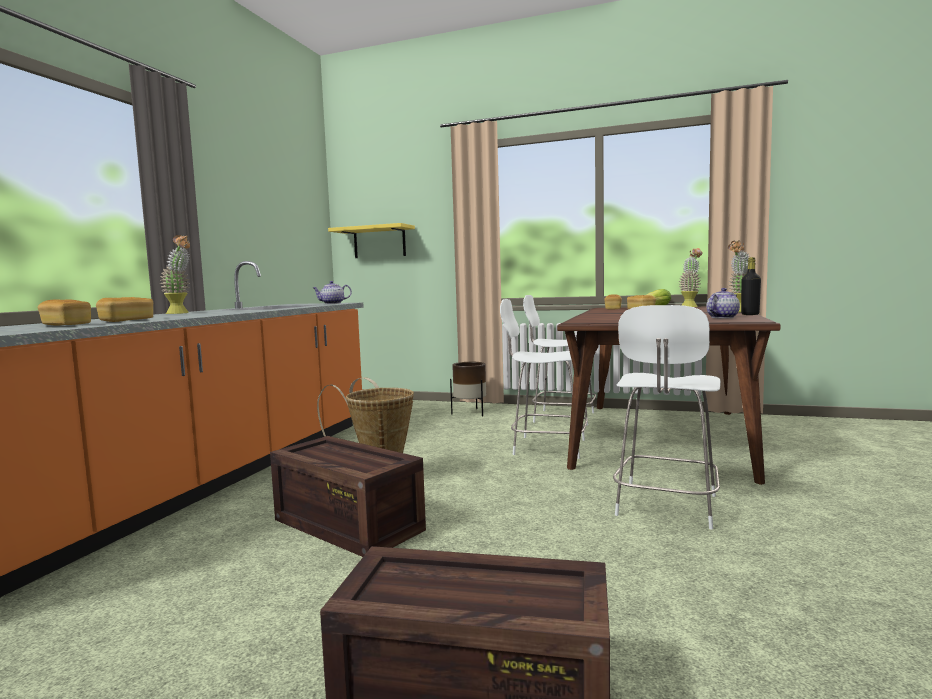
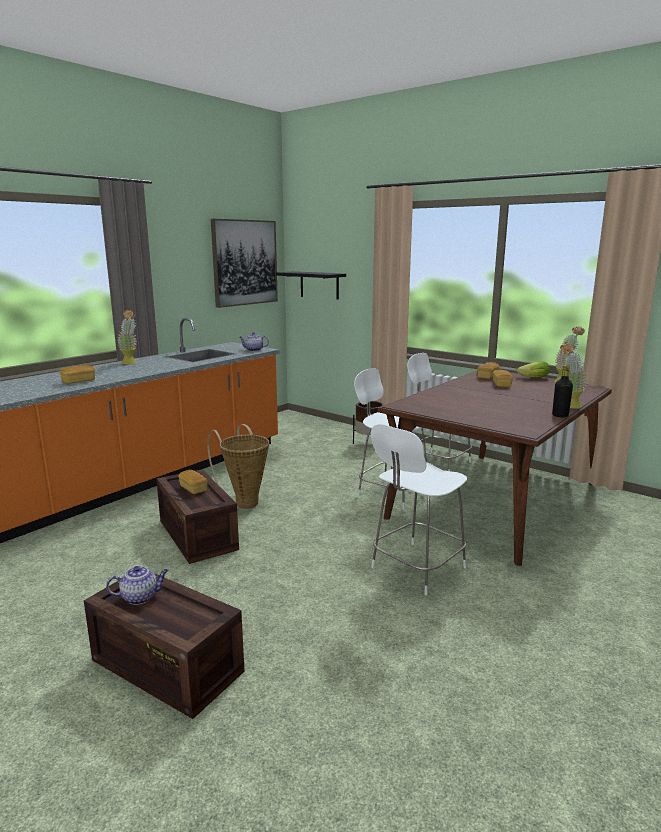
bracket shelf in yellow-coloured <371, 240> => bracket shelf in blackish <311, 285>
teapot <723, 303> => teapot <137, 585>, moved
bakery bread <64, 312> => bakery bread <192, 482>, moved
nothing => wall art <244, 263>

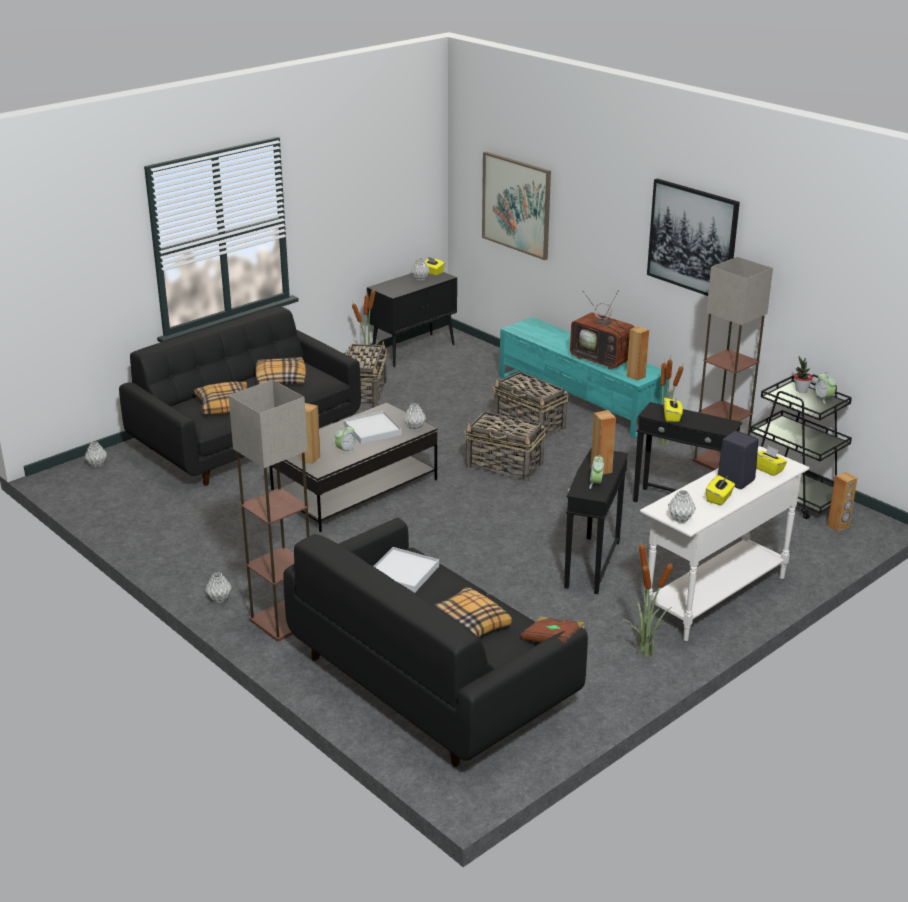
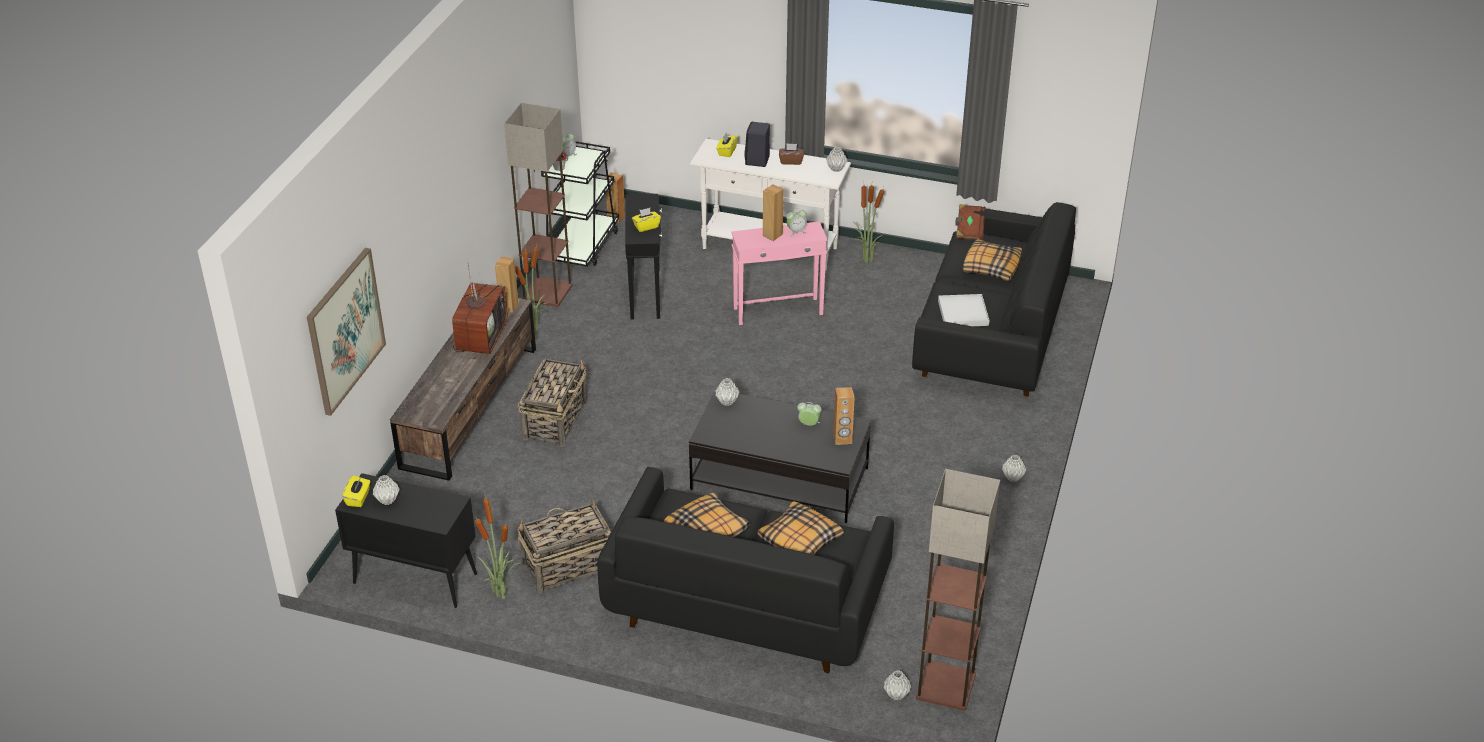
wall art <693, 237> => nothing
tv unit in turquoise-coloured <584, 377> => tv unit in brownish <463, 389>
floor lamp <268, 511> => floor lamp <958, 590>, moved
tray in white <372, 427> => nothing
household basket <505, 446> => nothing
end table in blackish <596, 520> => end table in pink <779, 273>
tissue box in yellow-coloured <720, 490> => tissue box in brownish <791, 154>

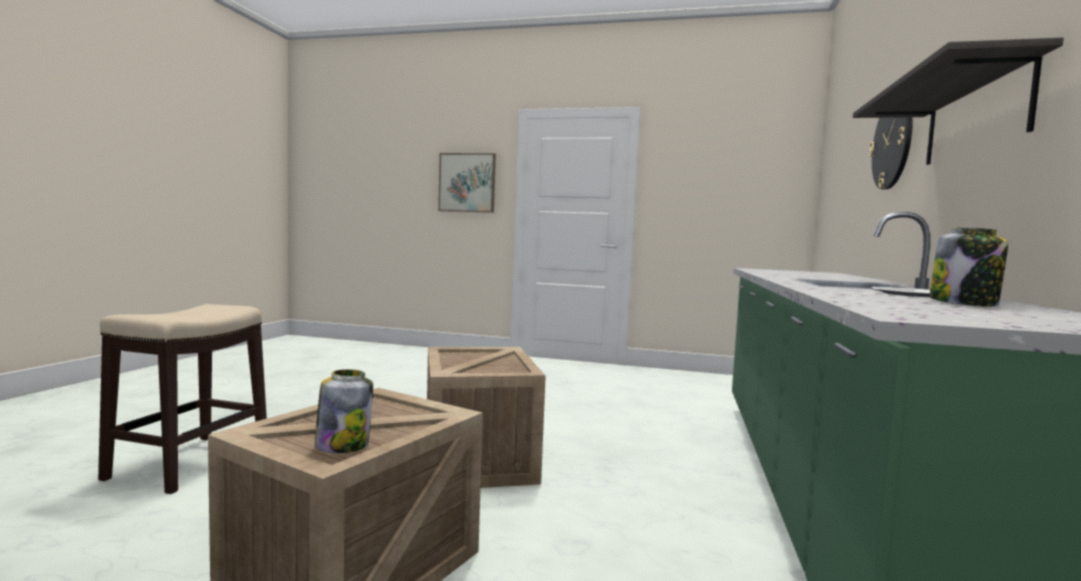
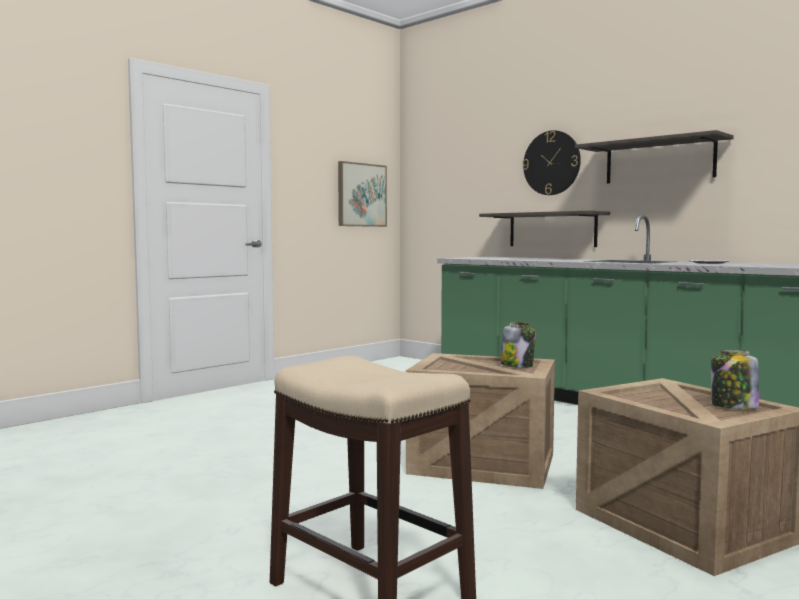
wall art <467, 183> => wall art <362, 194>, moved
storage jar <968, 267> => storage jar <518, 345>, moved
nothing => bracket shelf <544, 229>

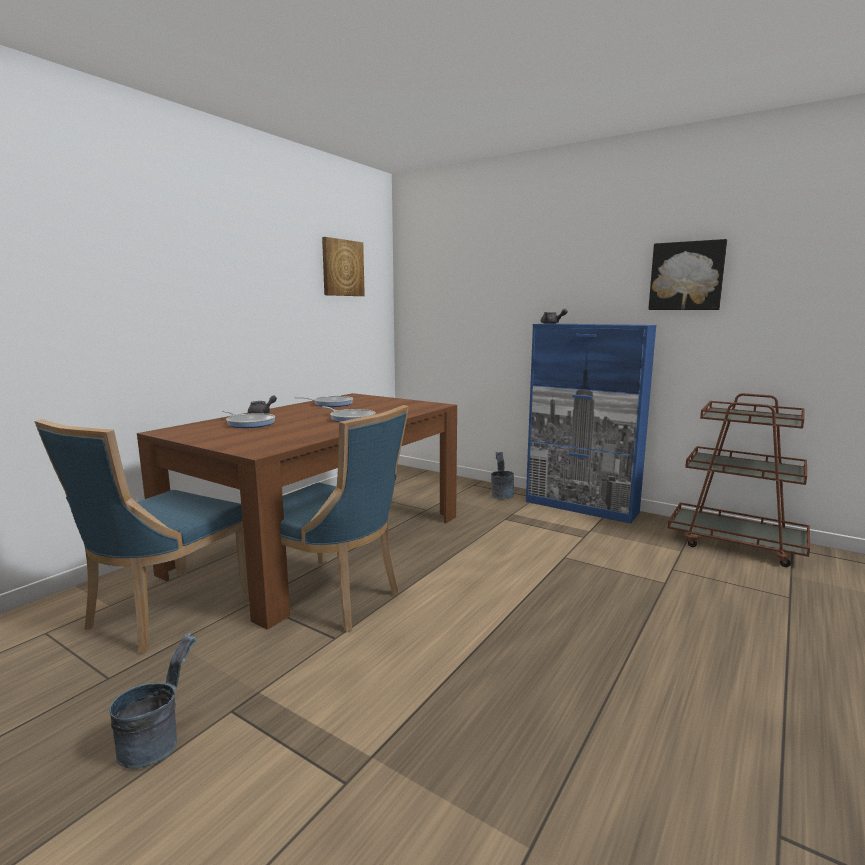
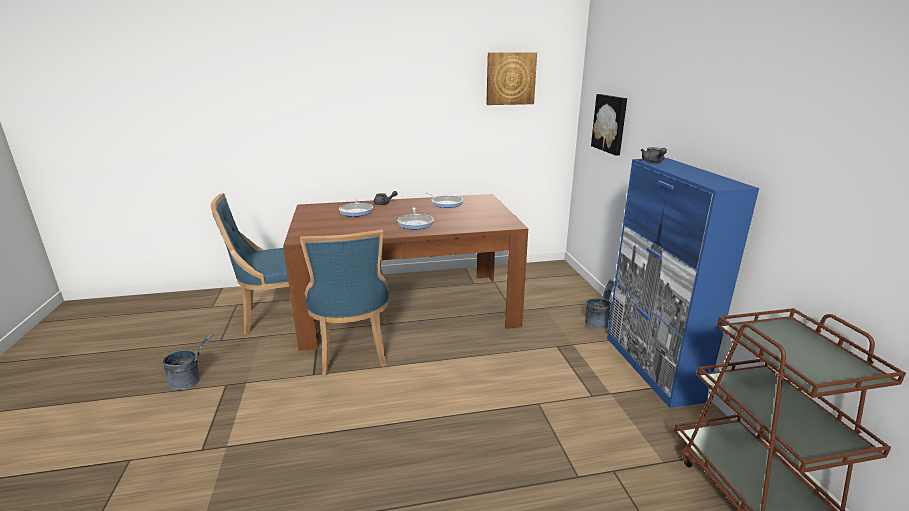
wall art <687, 274> => wall art <609, 124>, moved

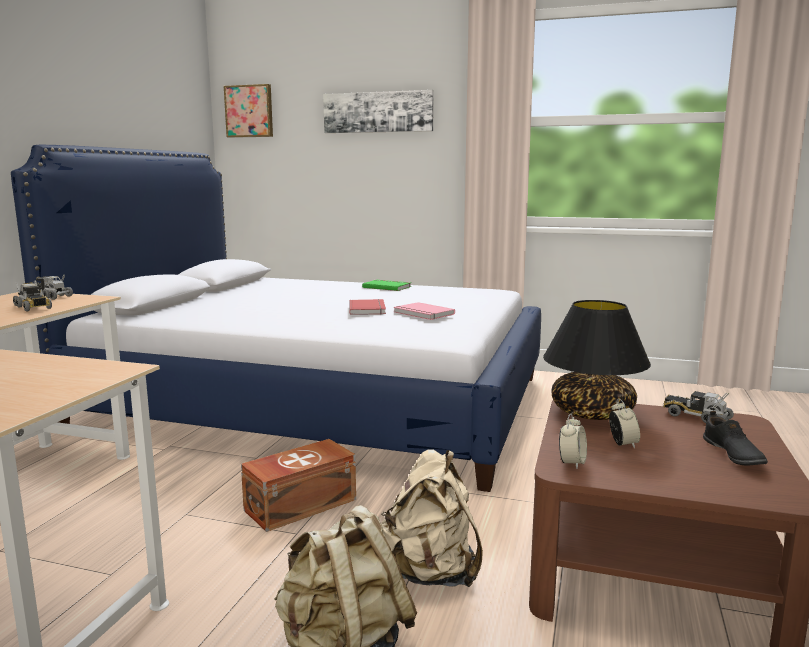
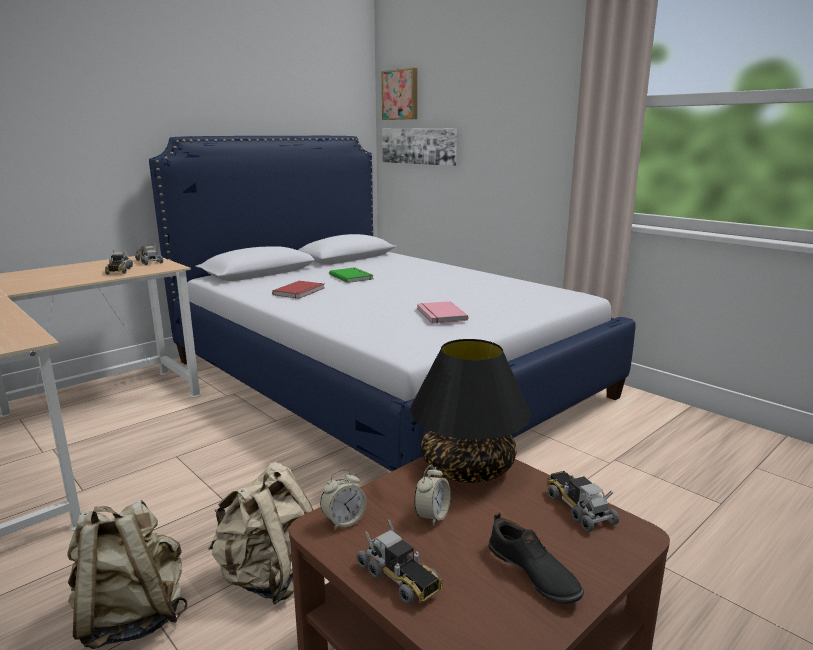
wall art <378, 111> => wall art <419, 147>, moved
bound book in greenish <386, 285> => bound book in greenish <351, 275>, moved
bound book in reddish <367, 307> => bound book in reddish <298, 290>, moved
low shoe in blackish <735, 438> => low shoe in blackish <536, 557>, 60 degrees counterclockwise
storage bin in brownish <298, 485> => nothing
nothing => model truck <399, 561>

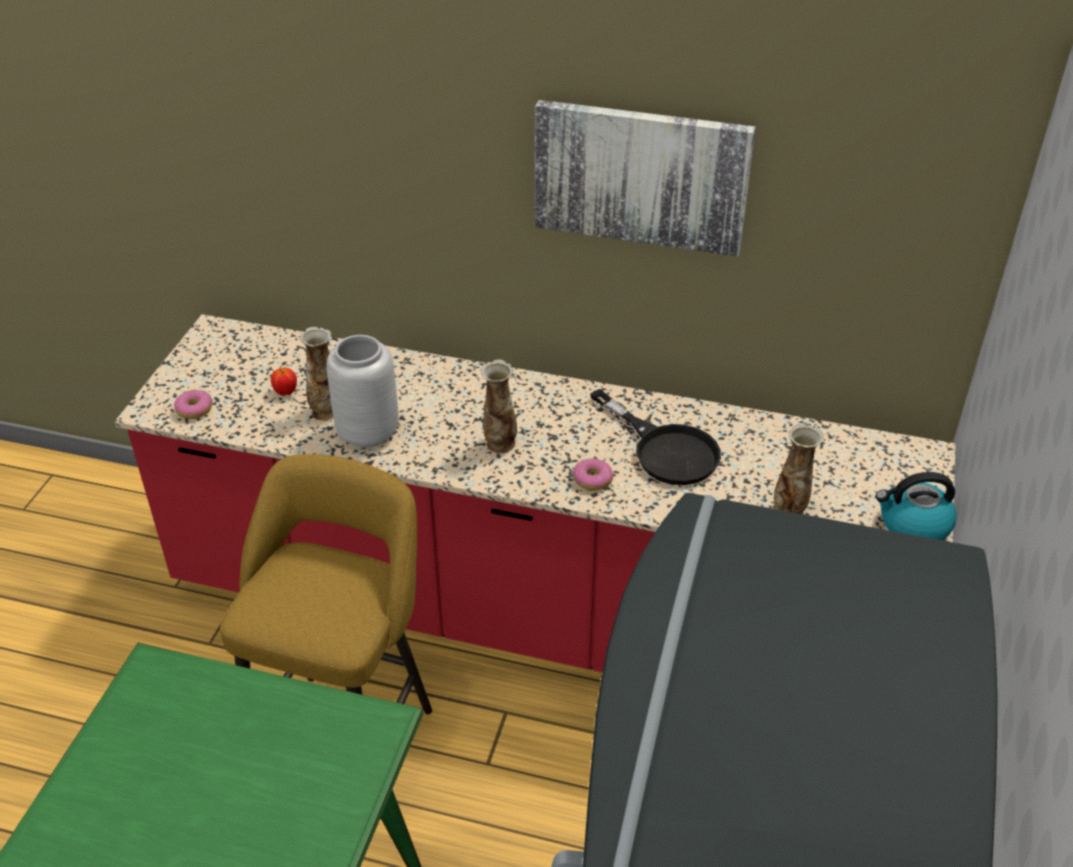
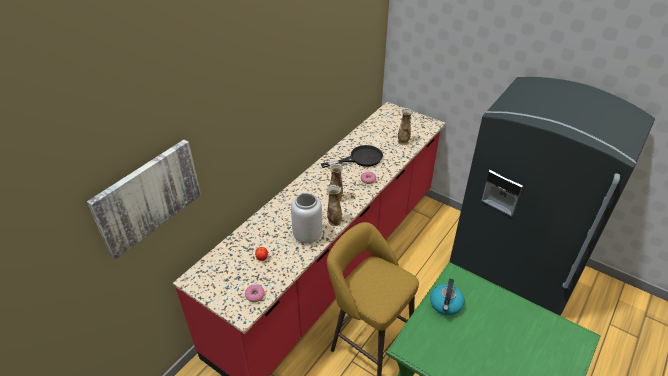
wall art <645, 178> => wall art <144, 199>, moved
decorative vase <316, 374> => decorative vase <334, 205>, moved
tea kettle <916, 506> => tea kettle <447, 297>, moved

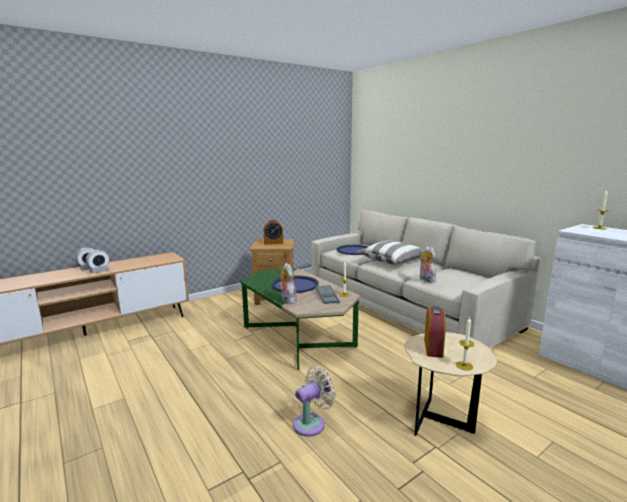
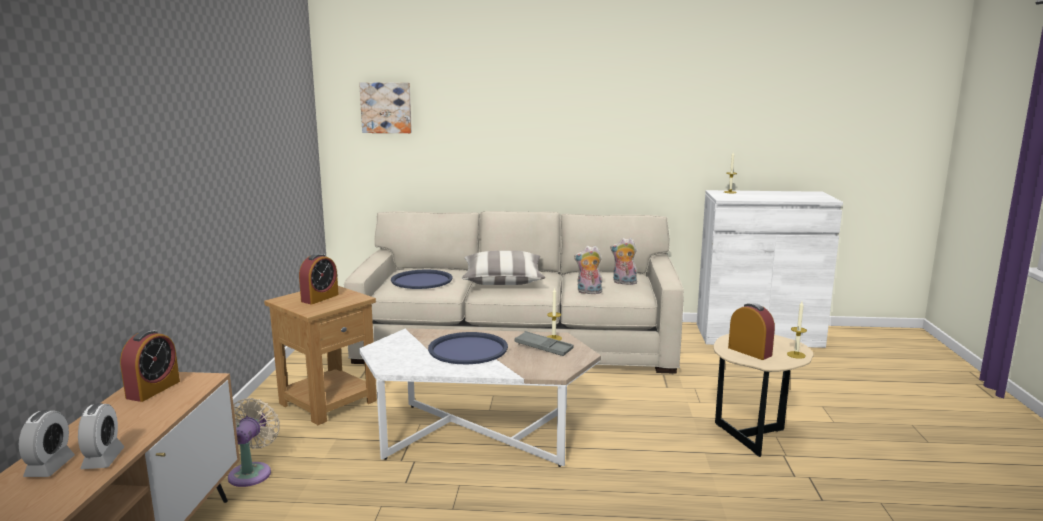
cuddly toy <288, 283> => cuddly toy <623, 261>, moved
low table in greenish <300, 319> => low table in white <480, 397>
electric fan in beige-coloured <314, 401> => electric fan in beige-coloured <254, 442>, moved
nothing => wall art <385, 107>
nothing => alarm clock <150, 366>

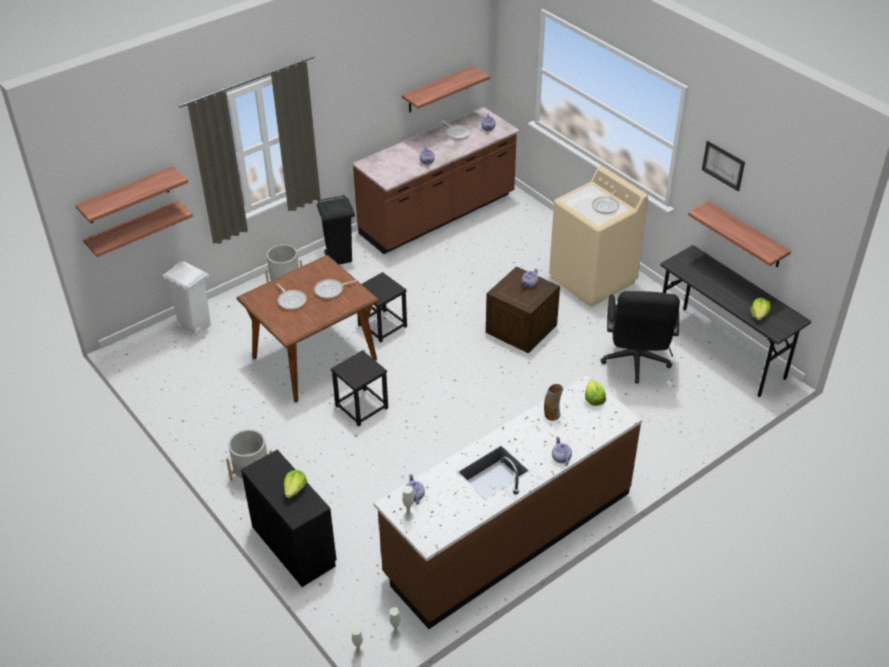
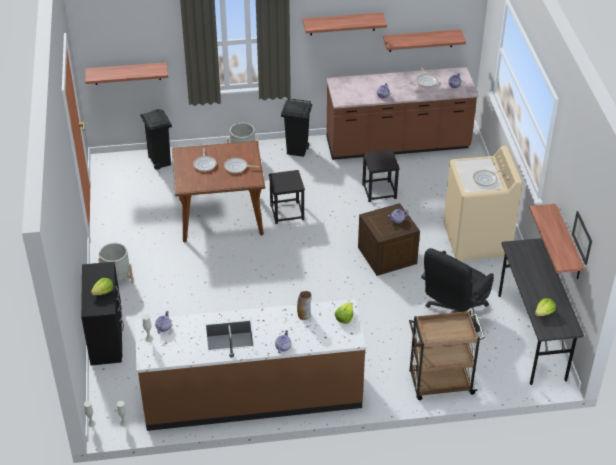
wall art <723, 166> => wall art <582, 238>, moved
bracket shelf <131, 194> => bracket shelf <345, 24>, moved
waste bin in white <187, 298> => waste bin in blackish <156, 139>
sitting stool in blackish <359, 388> => sitting stool in blackish <381, 176>, moved
nothing => wheeled cart in brownish <447, 355>

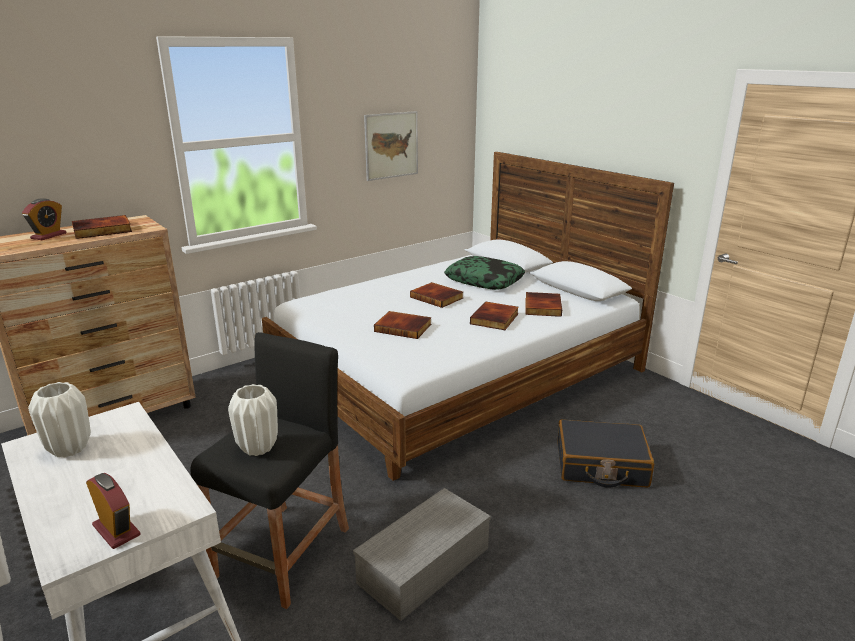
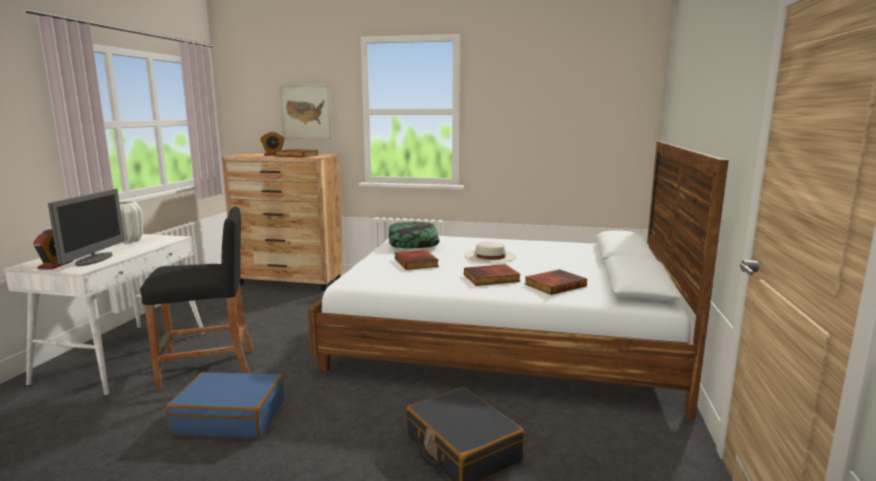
wall art <391, 146> => wall art <305, 112>, moved
cushion <484, 273> => cushion <414, 235>, moved
bound book <436, 295> => clothing hat in white <490, 252>
decorative vase in white <253, 420> => nothing
storage bin in greyish <422, 554> => suitcase in bluish <225, 405>
nothing => computer screen <86, 227>

